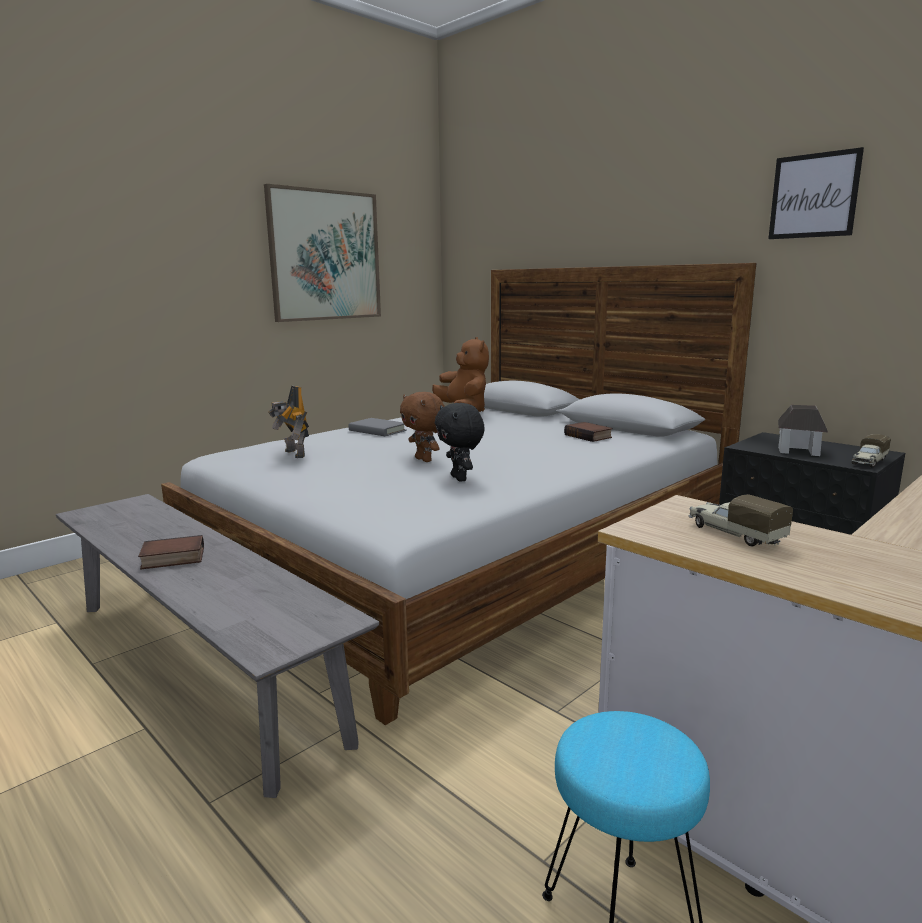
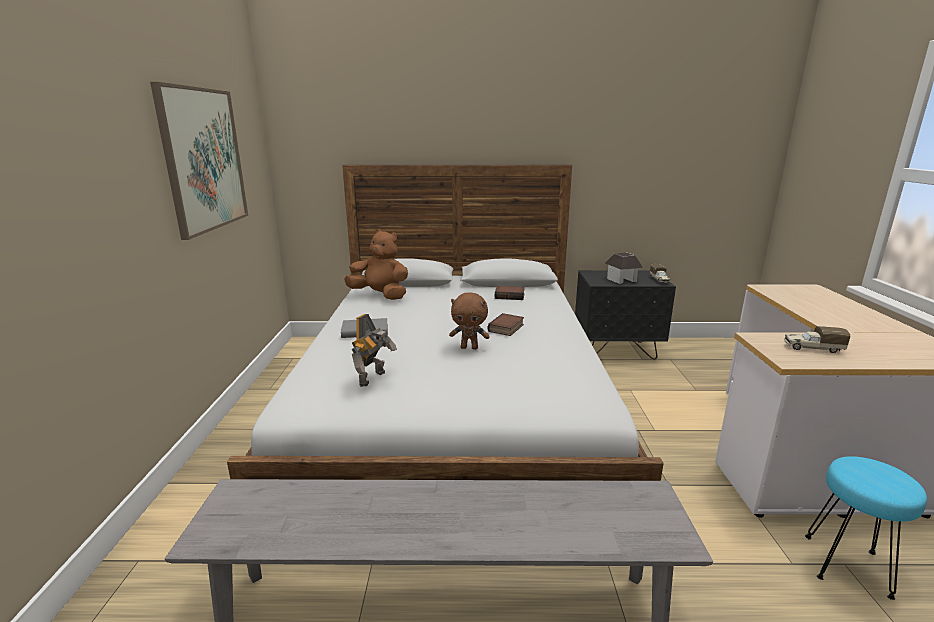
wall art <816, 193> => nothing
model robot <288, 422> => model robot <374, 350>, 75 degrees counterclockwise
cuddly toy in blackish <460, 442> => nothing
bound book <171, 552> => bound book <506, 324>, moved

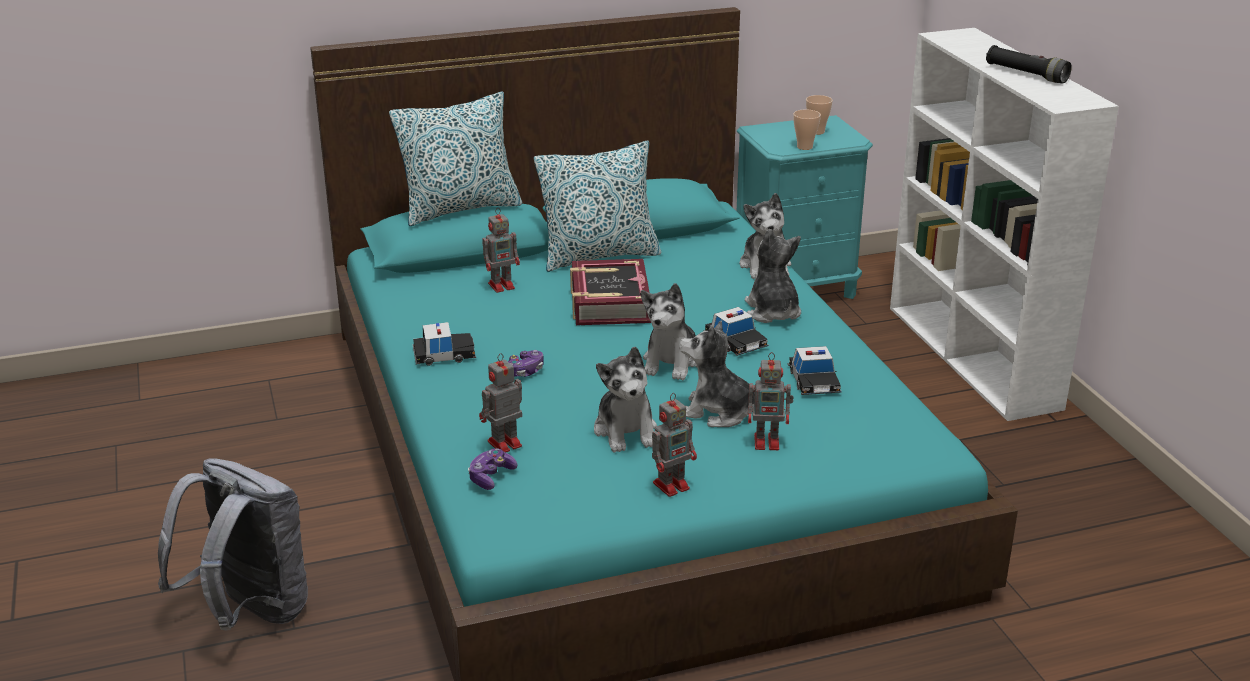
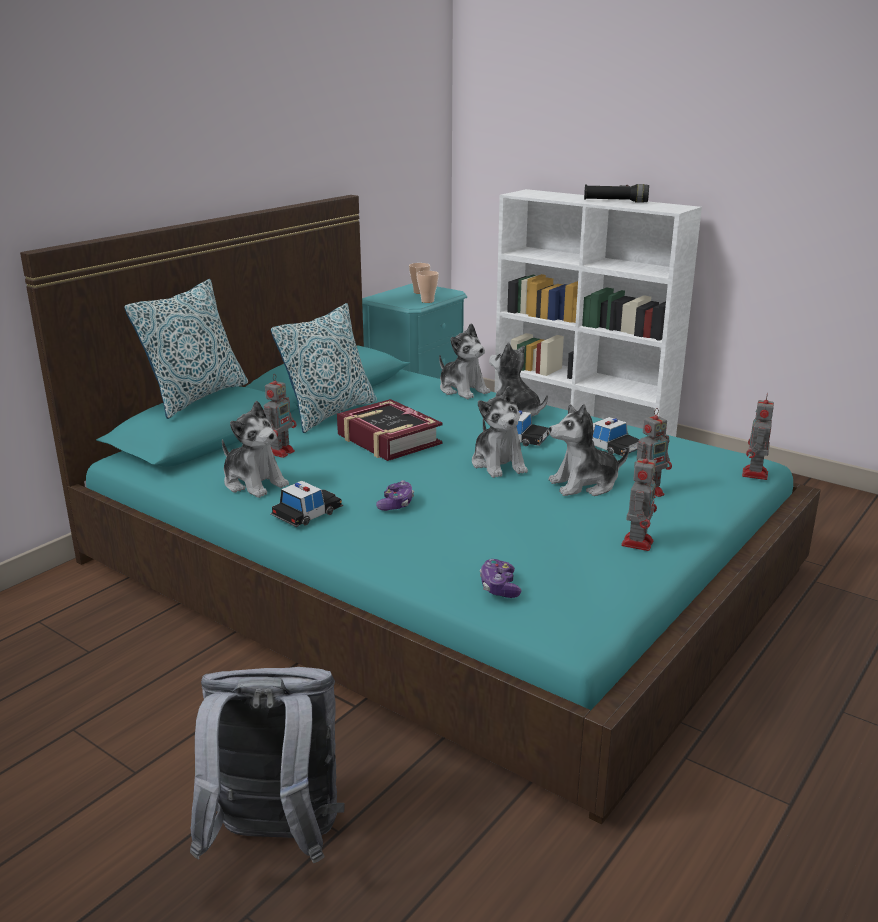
cuddly toy <625, 400> => cuddly toy <255, 449>, moved
model robot <500, 403> => model robot <758, 436>, moved

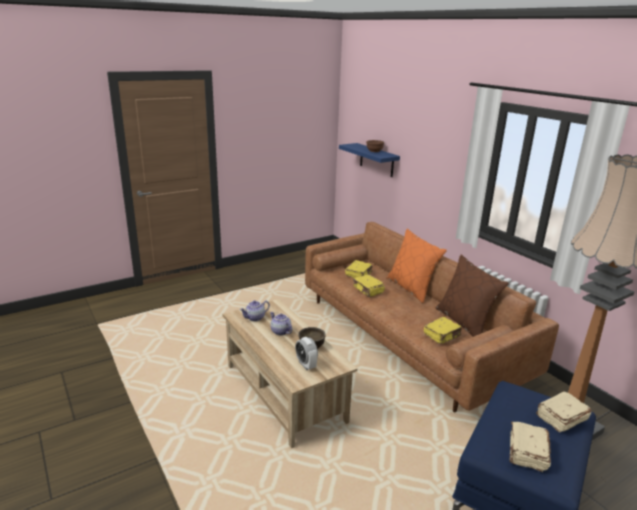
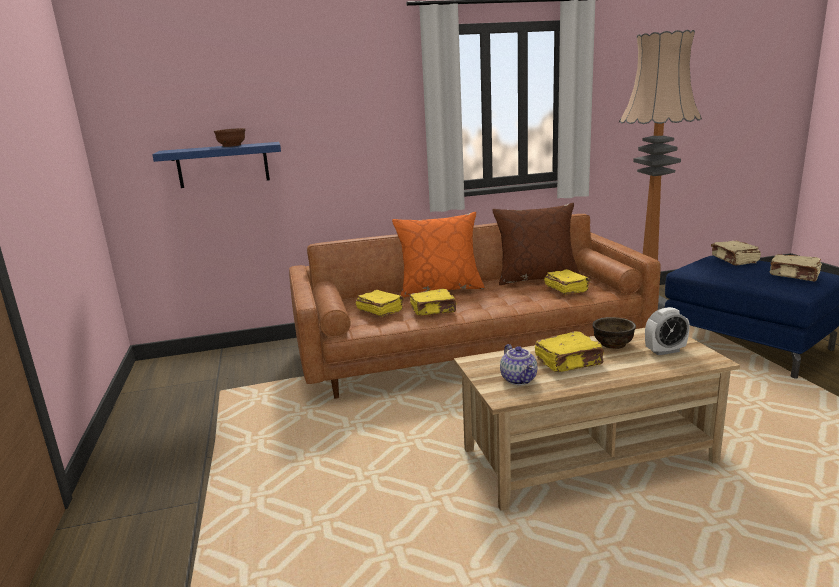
teapot <281, 323> => bound book in yellow-coloured <569, 351>

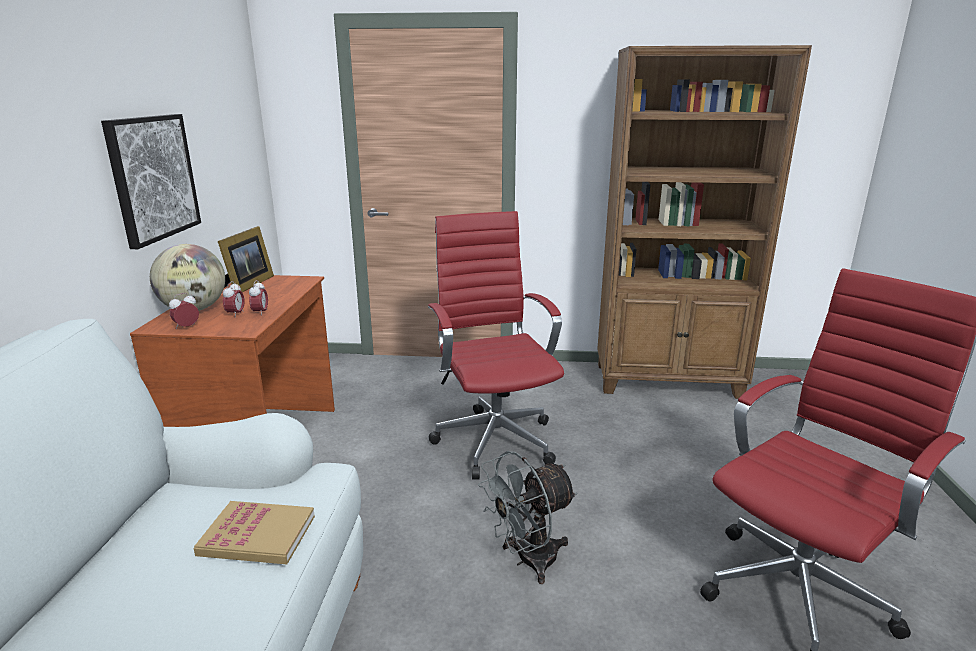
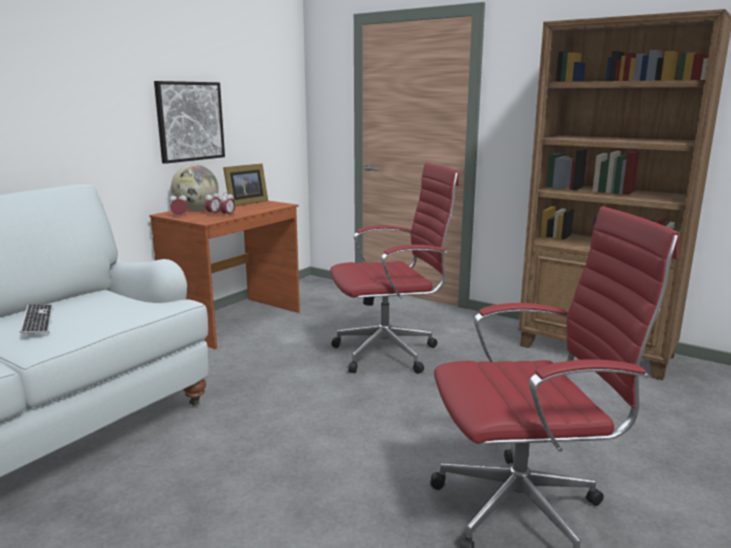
computer chair in reddish <496, 345> => computer chair in reddish <394, 268>, 60 degrees clockwise
electric fan in greyish <527, 517> => nothing
bound book <254, 532> => nothing
nothing => computer keyboard <36, 320>

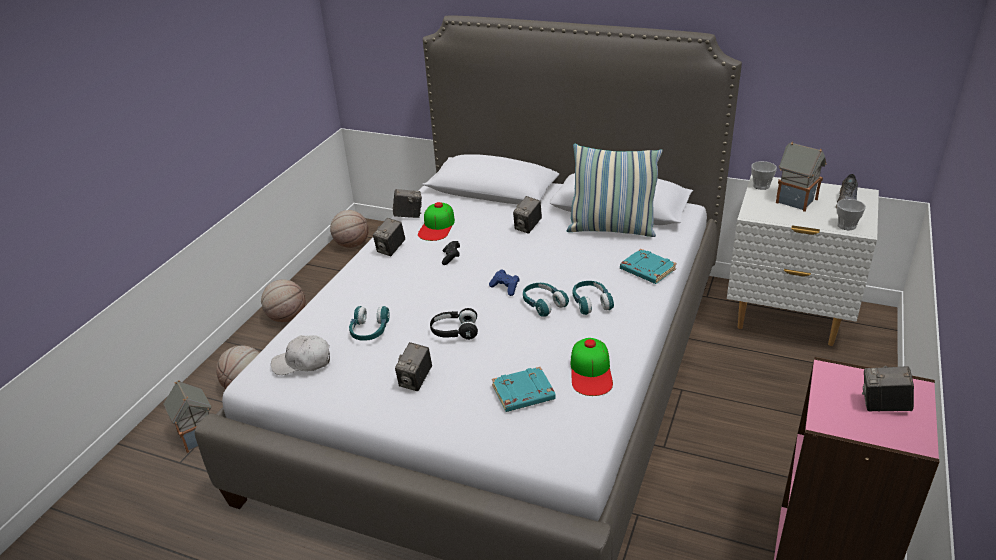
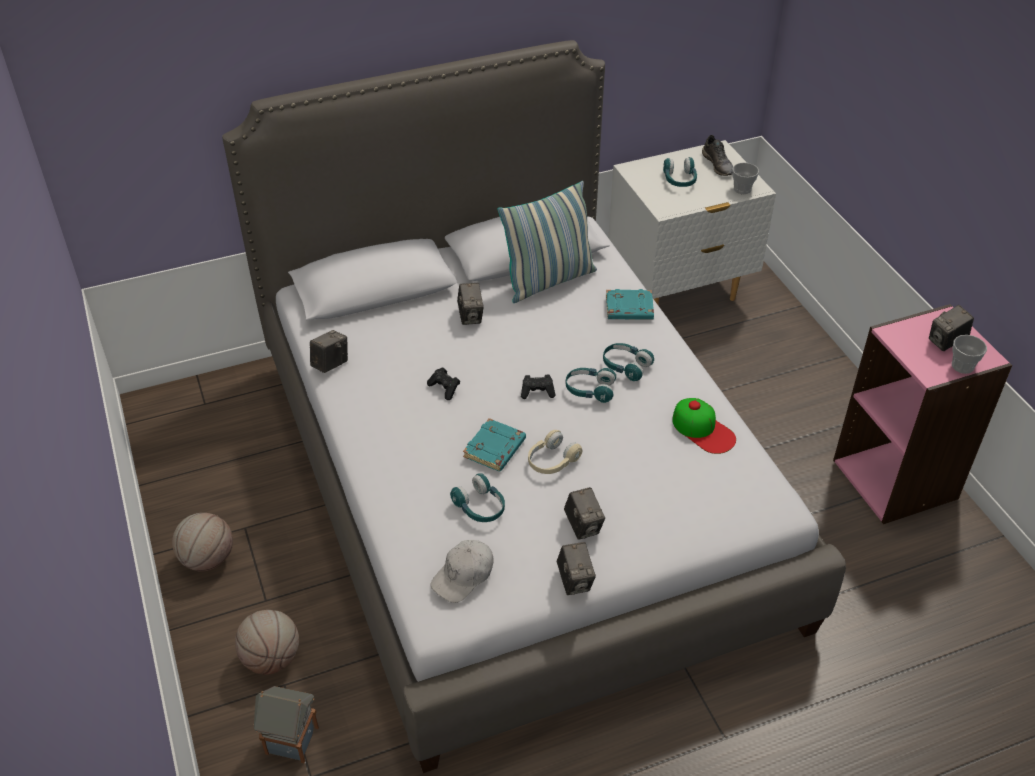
miniature house <801, 177> => pair of headphones in turquoise-coloured <680, 172>
small cup <764, 175> => small cup <969, 354>, moved
cap <436, 221> => nothing
basketball <349, 229> => nothing
still camera <389, 237> => still camera <576, 568>, moved
game controller in bluish <504, 282> => game controller in blackish <538, 387>
pair of headphones in blackish <454, 324> => pair of headphones in beige-coloured <555, 452>
bound book in turquoise-coloured <524, 389> => bound book in turquoise-coloured <494, 445>, moved

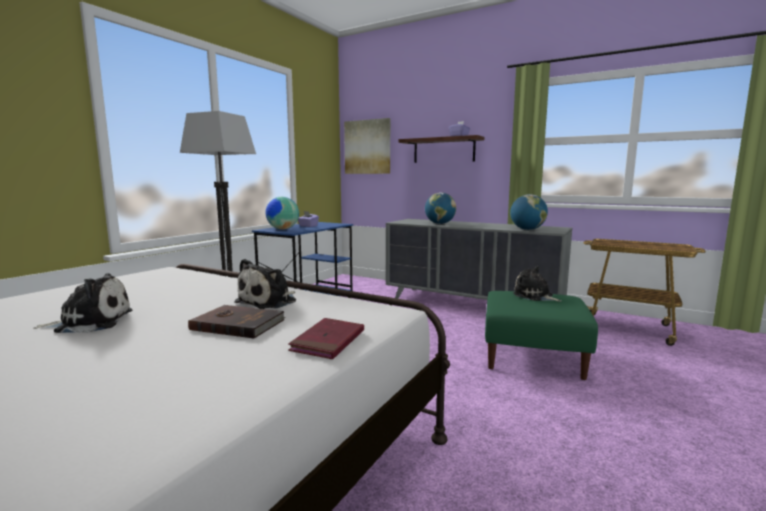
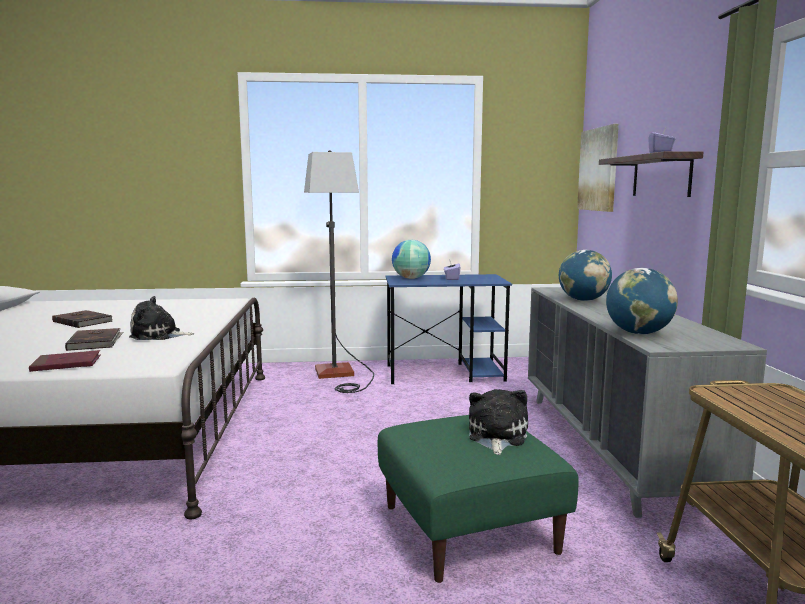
cuddly toy <83, 303> => bound book in brownish <82, 319>

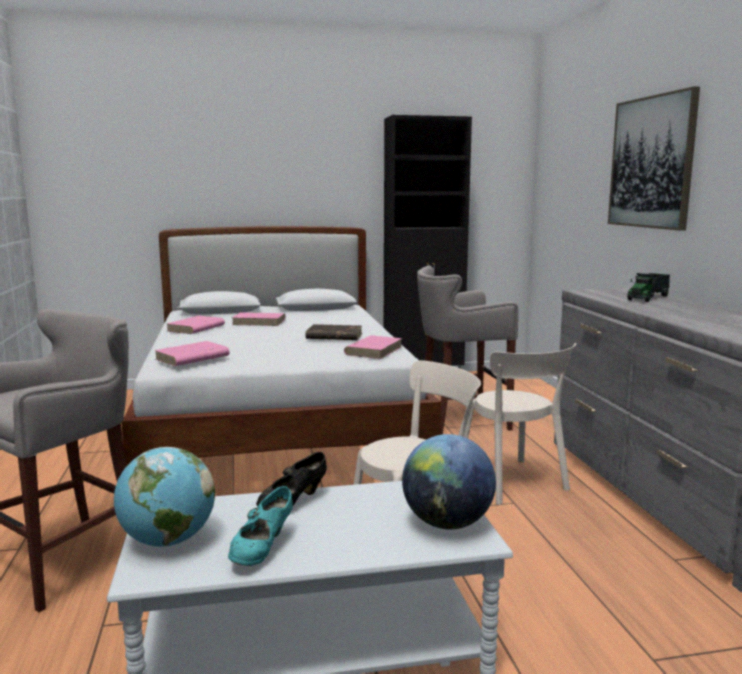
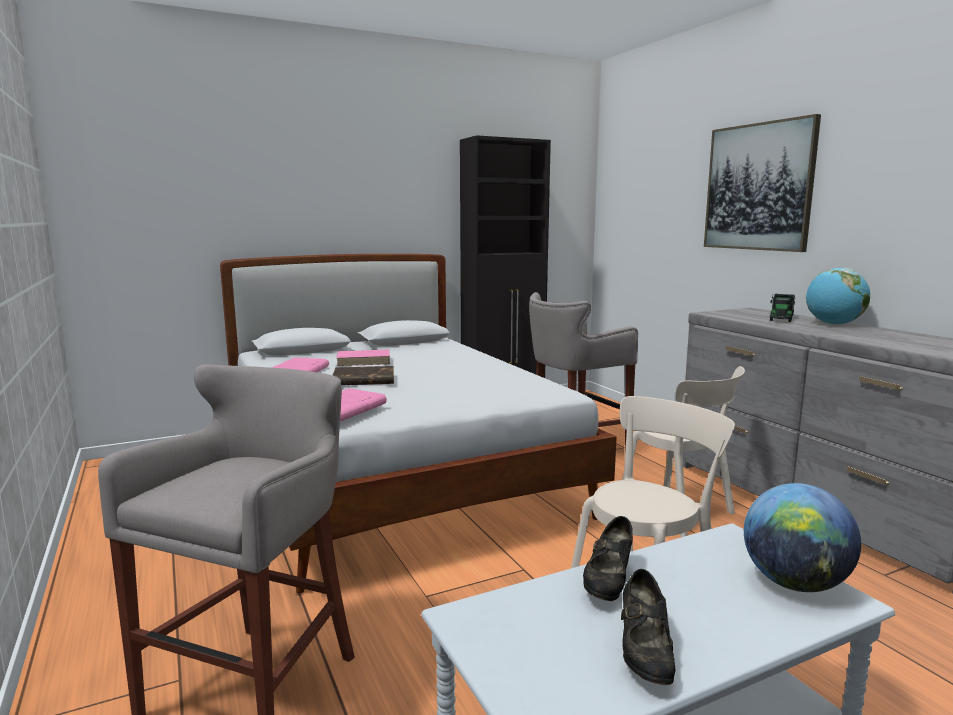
bound book in brownish <333, 332> => bound book in brownish <363, 375>, moved
bound book in pink <373, 347> => nothing
desk globe <164, 497> => desk globe <838, 296>, moved
low shoe in turquoise-coloured <260, 526> => low shoe in blackish <648, 627>

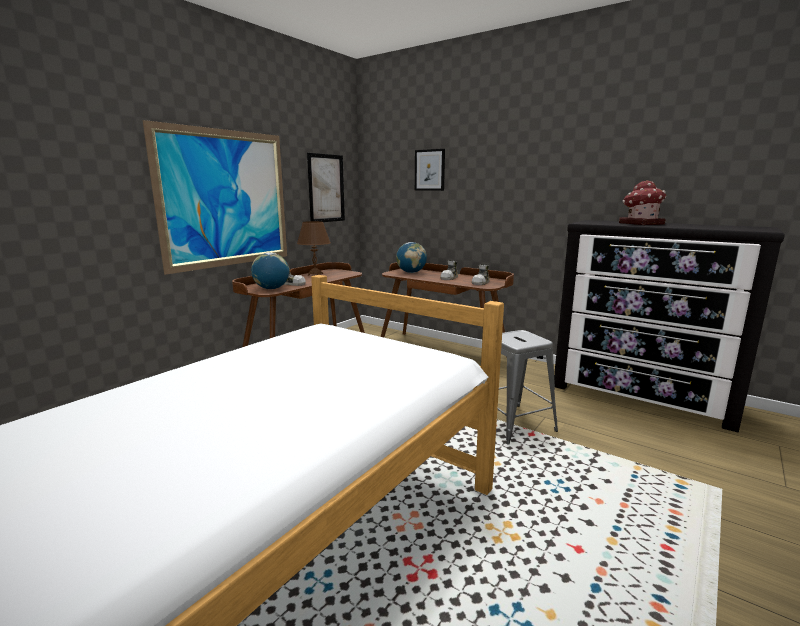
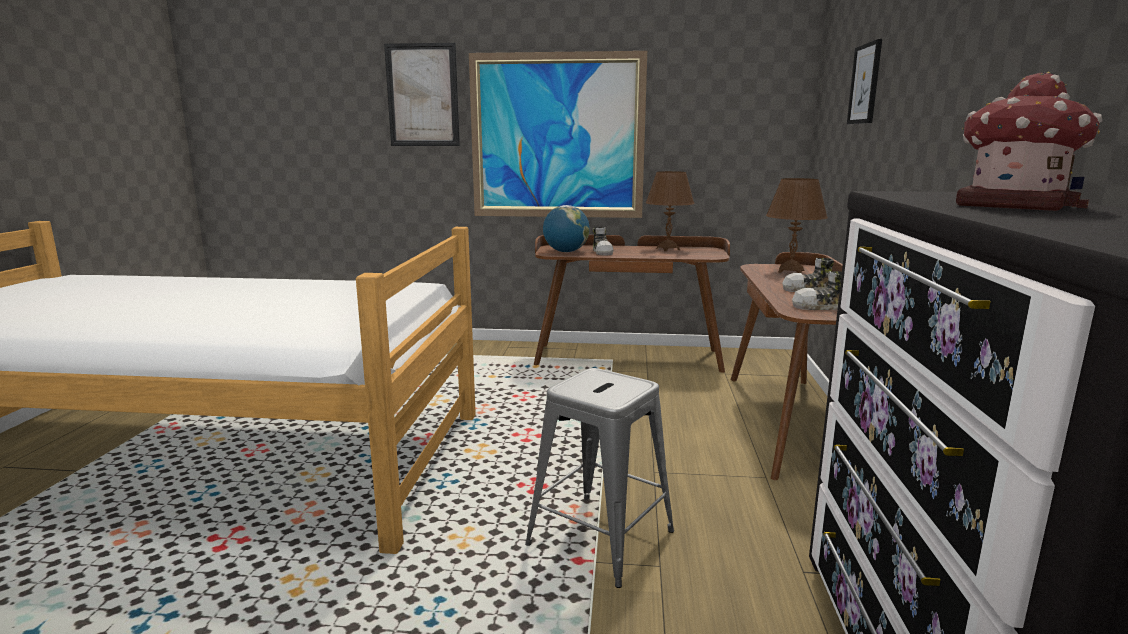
wall art <326, 187> => wall art <422, 94>, moved
desk globe <411, 257> => lamp for a table in brownish <797, 225>

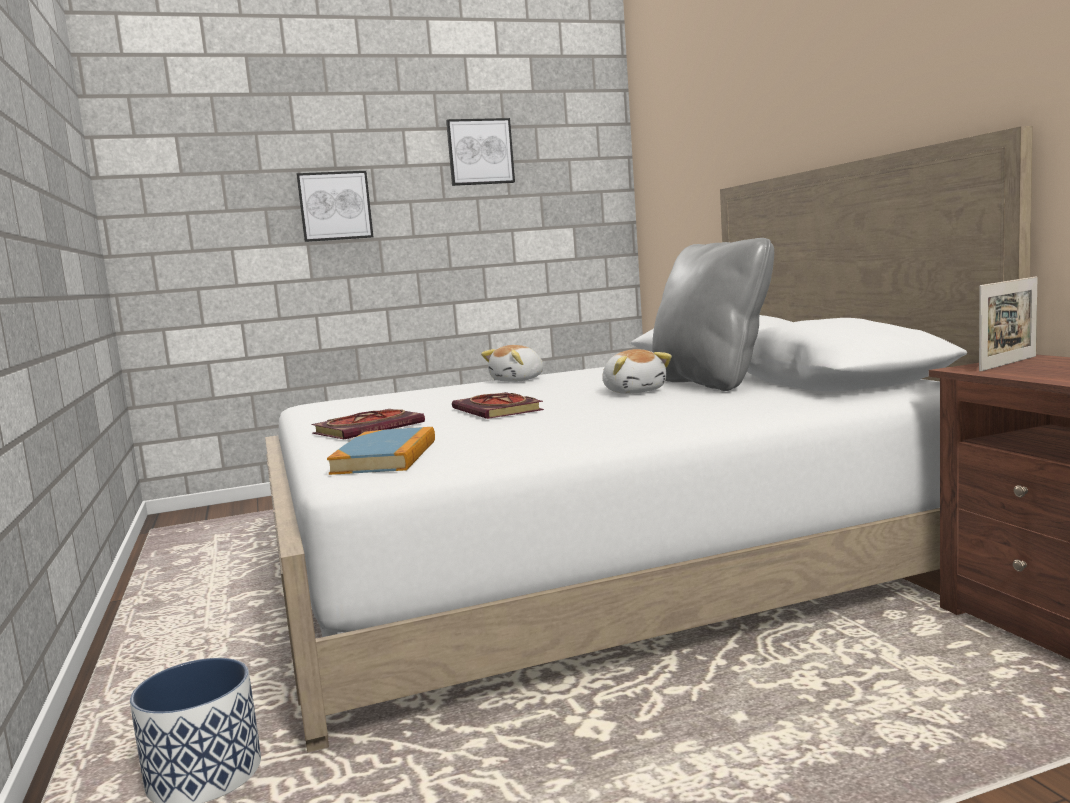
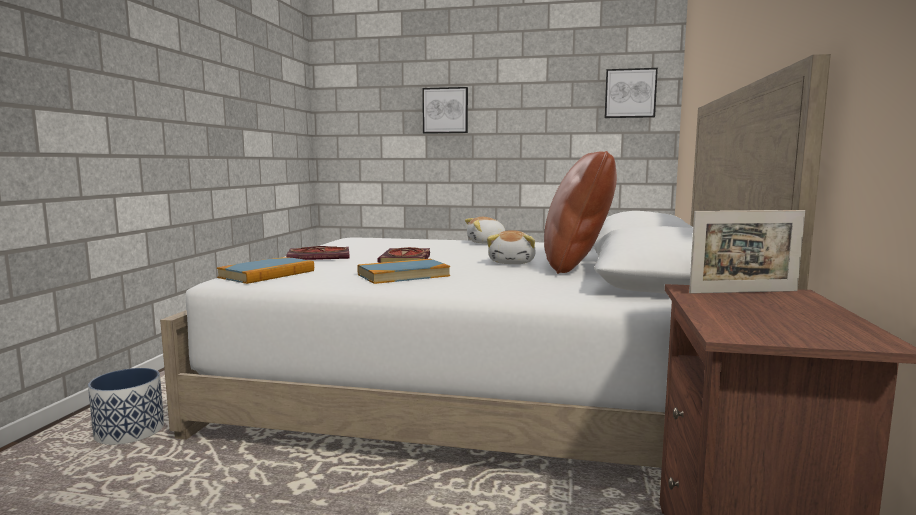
wall art <480, 152> => wall art <631, 93>, moved
cushion in greyish <713, 314> => cushion in brownish <580, 212>
nothing => bound book <403, 271>

